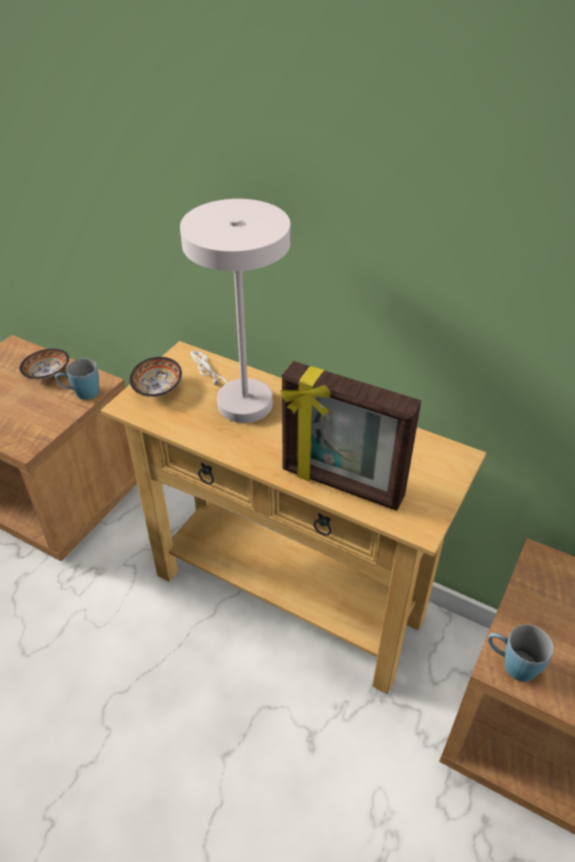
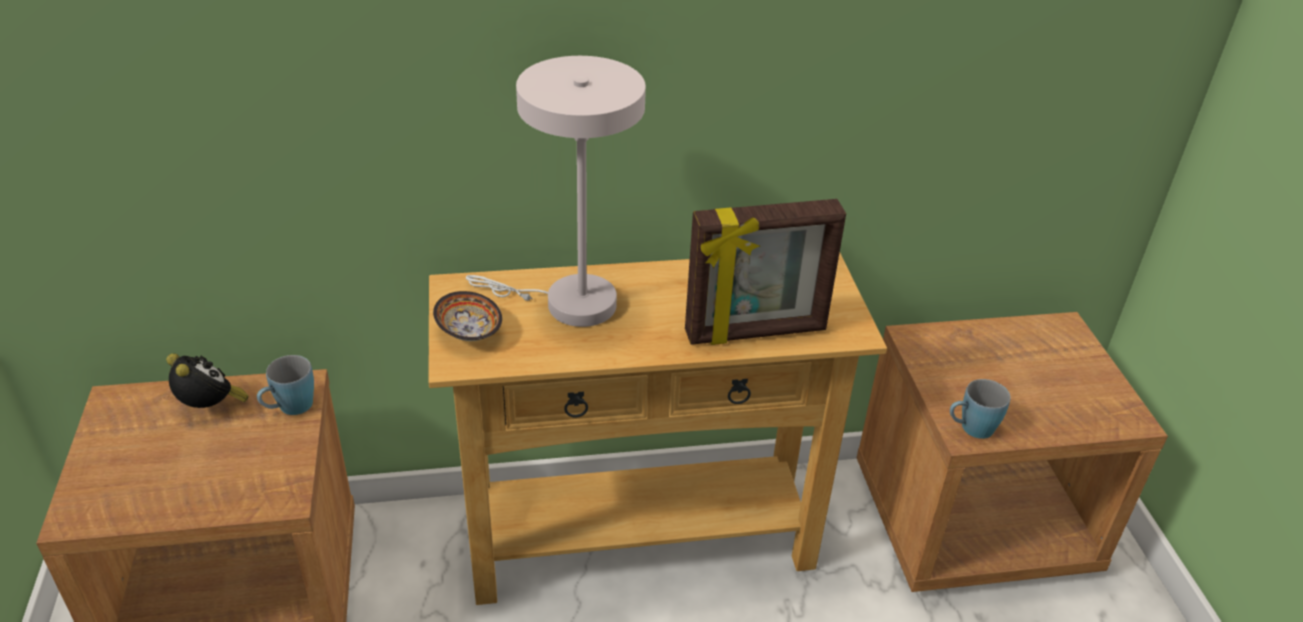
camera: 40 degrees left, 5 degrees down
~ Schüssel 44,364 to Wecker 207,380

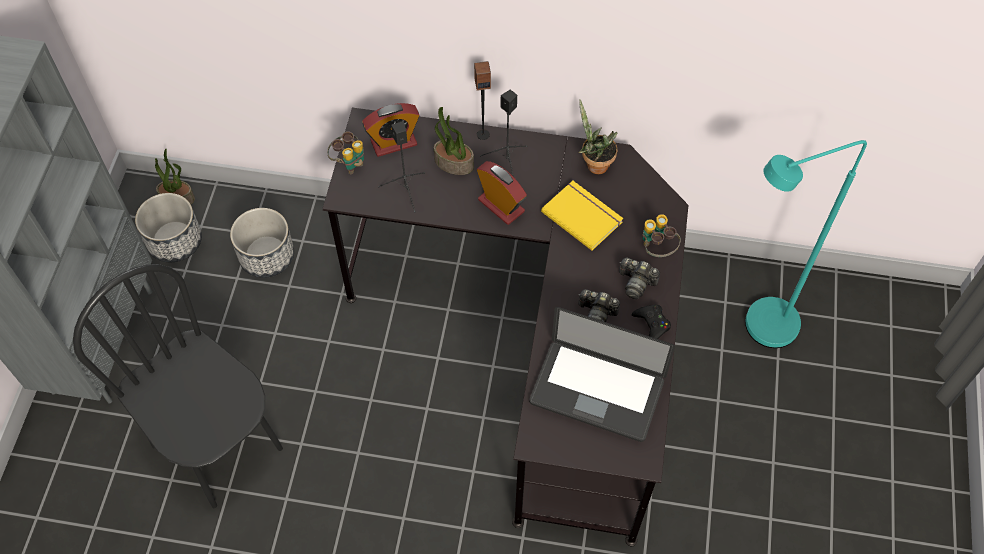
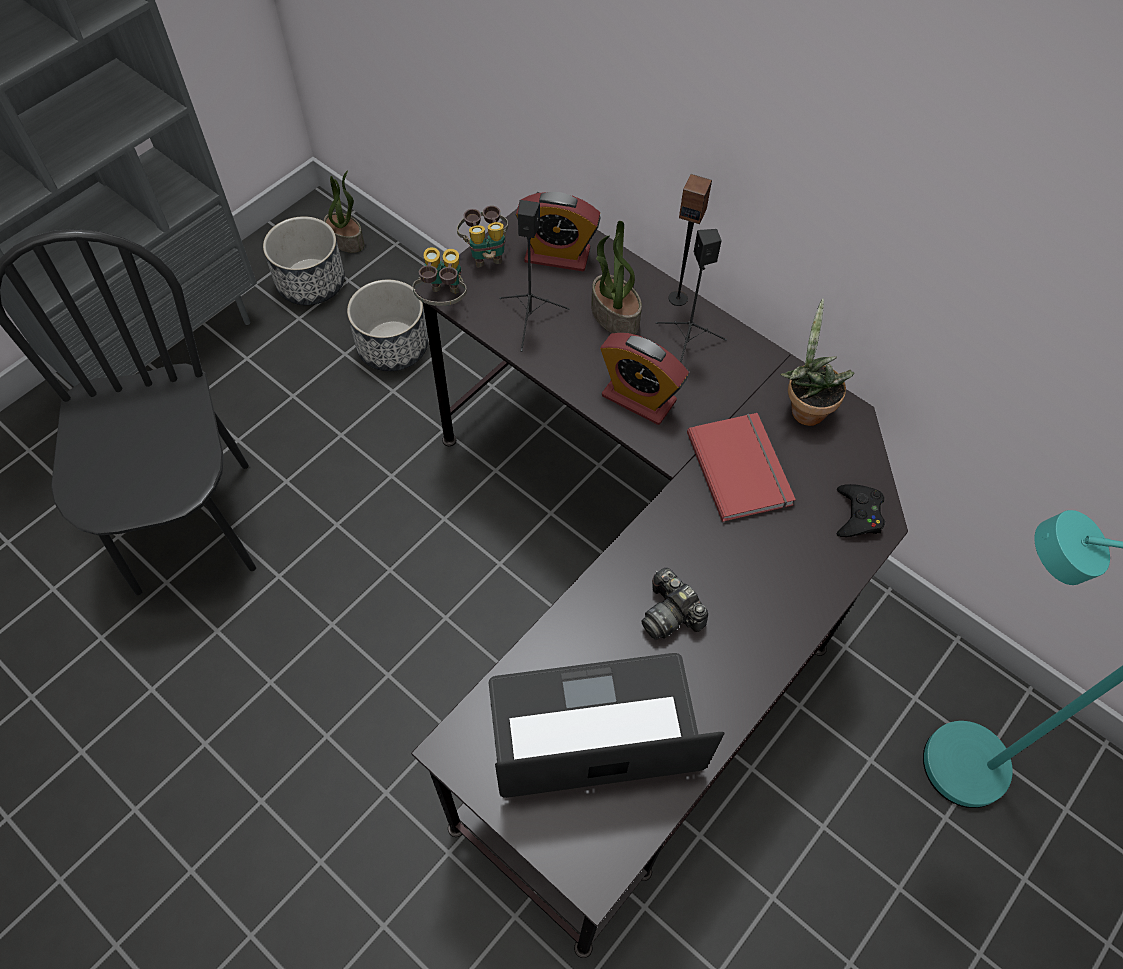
camera: 30 degrees right, 0 degrees up
~ Wecker 502,193 = 644,379 135 degrees clockwise
~ Laptop 602,374 = 606,725 120 degrees clockwise
~ Buch [gelb] 582,216 to Buch [rot] 741,467
- Kamera 639,278
~ Gamepad [schwarz] 651,322 to 861,510
~ Fernglas 662,235 to 439,276

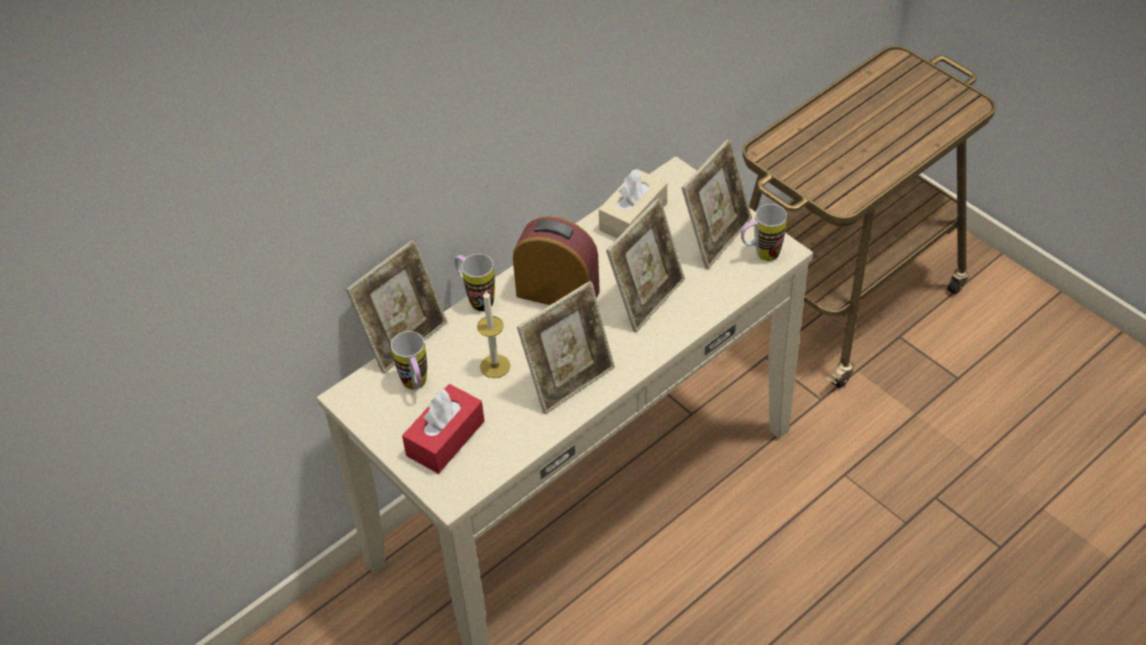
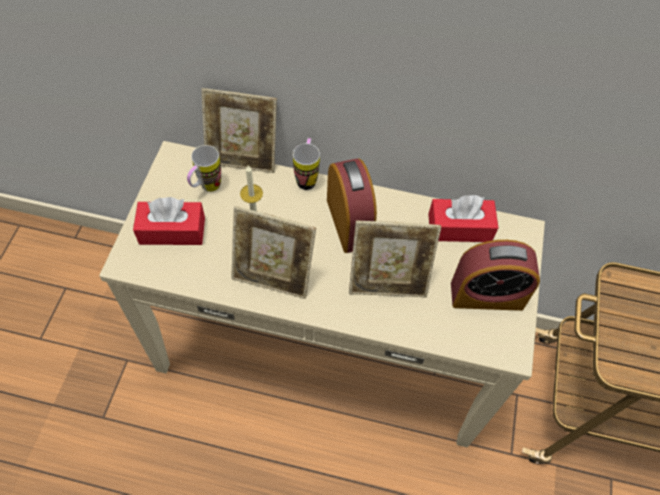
camera: 50 degrees right, 10 degrees up
~ Taschentuchbox [beige] 633,204 to Taschentuchbox [rot] 463,218
~ Bilderrahmen 717,203 to Wecker 495,275
- Henkelbecher 764,232

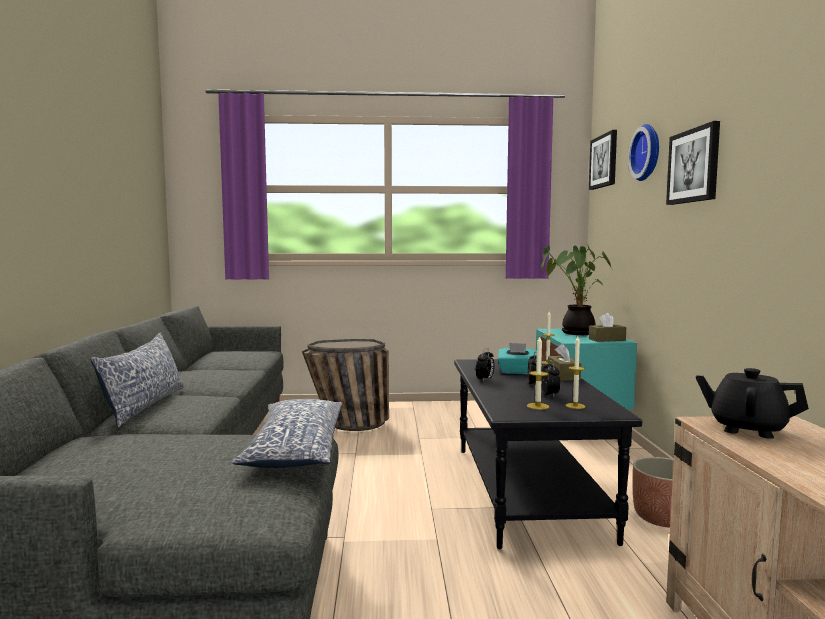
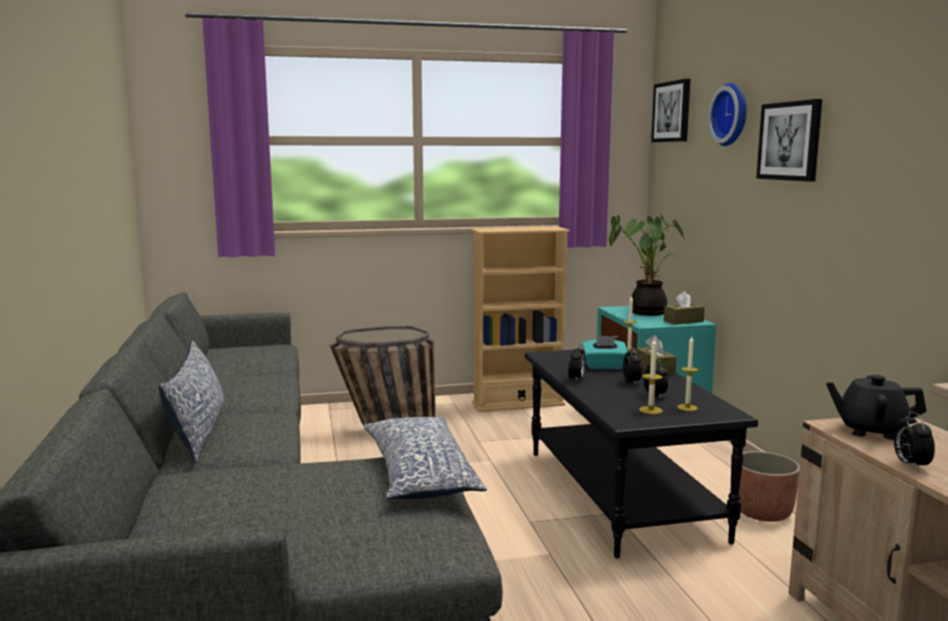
camera: 10 degrees left, 5 degrees up
+ Bücherregal [beige] 521,319
+ Wecker 914,441

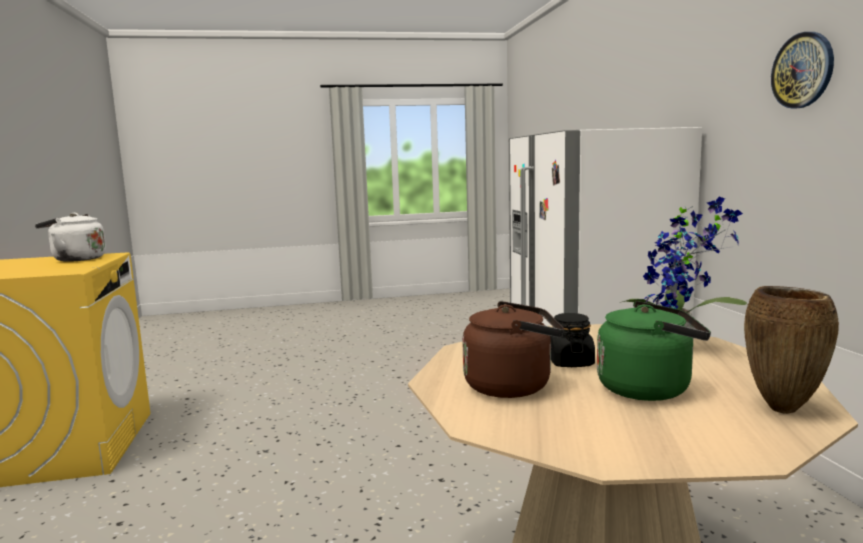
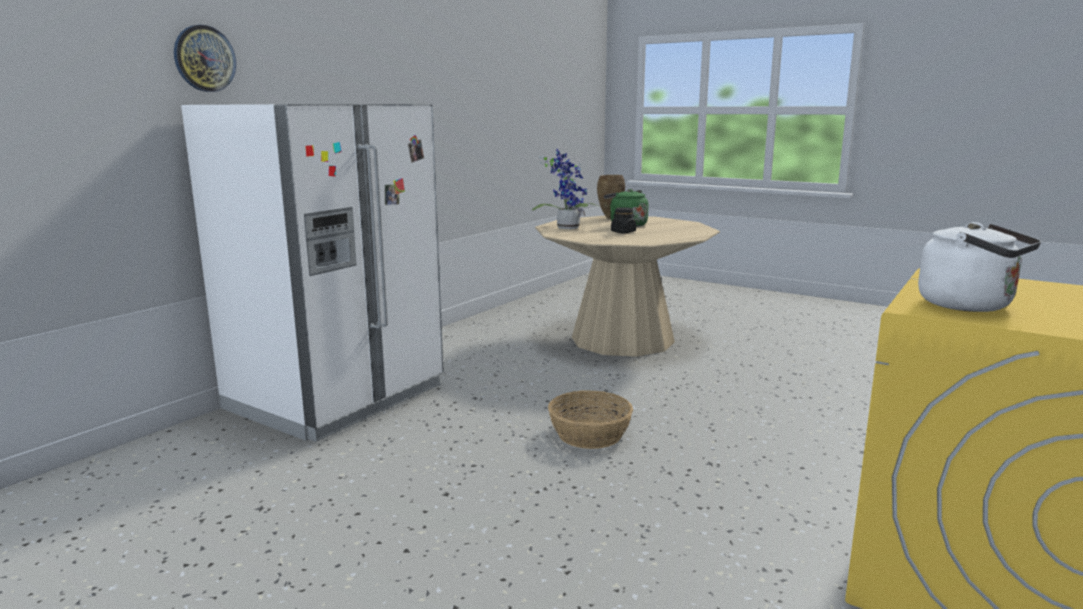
camera: 135 degrees left, 5 degrees up
- Wasserkessel [braun] 513,349
~ Wanduhr 802,70 to 205,58
+ Korb 590,420

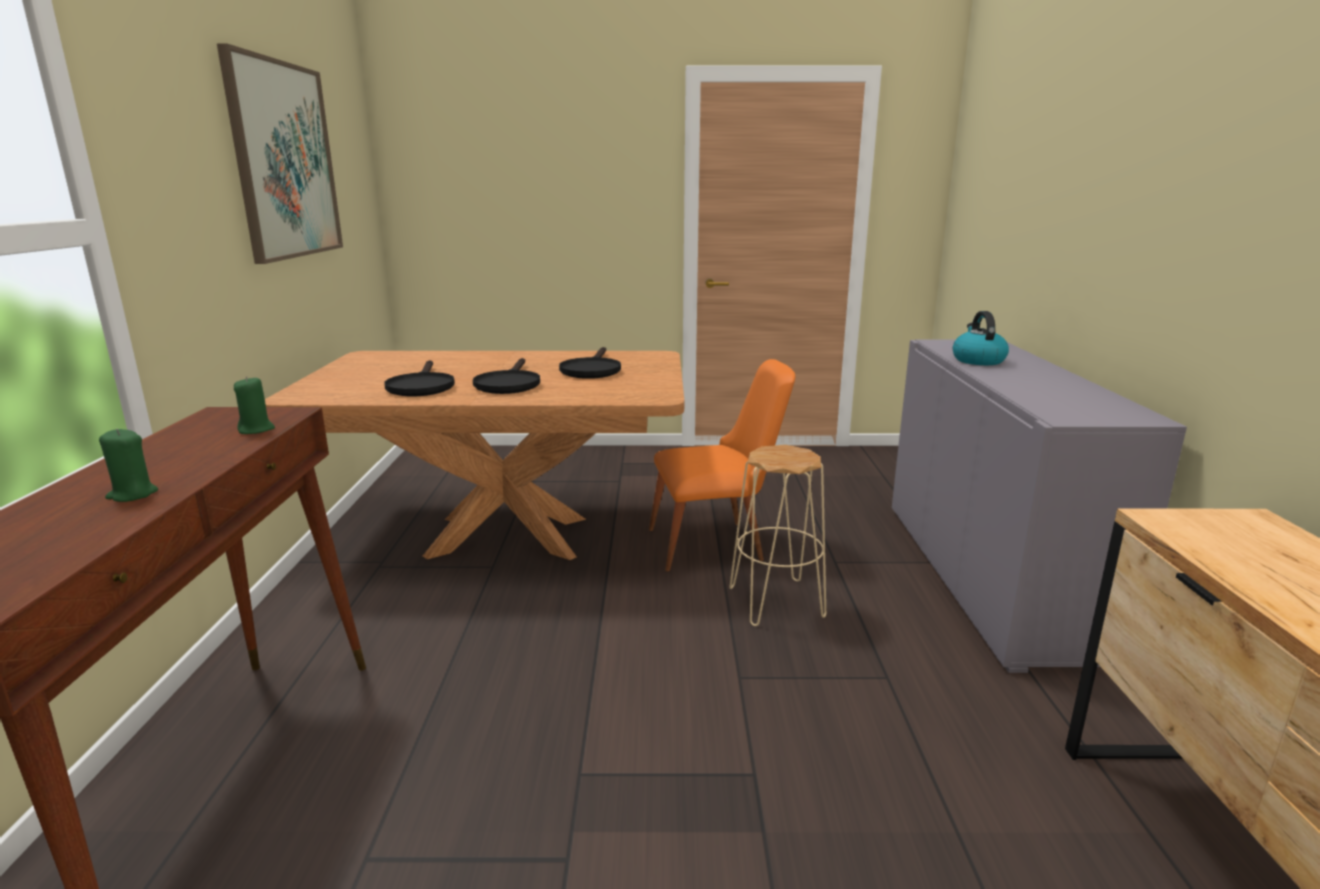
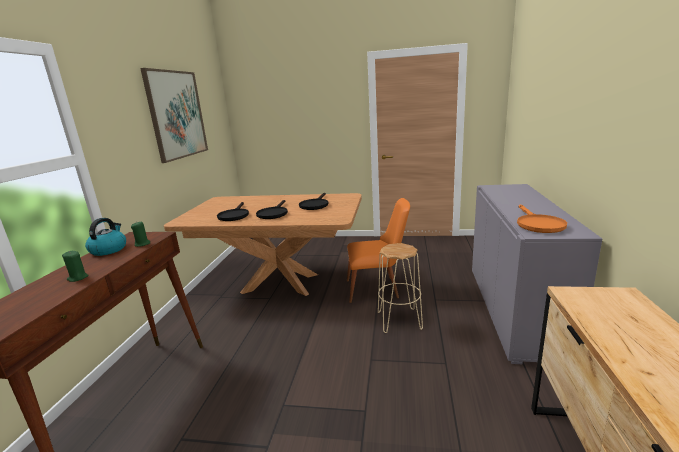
camera: 10 degrees right, 0 degrees up
~ Wasserkessel 981,338 to 105,237
+ Pfanne [orange] 542,219

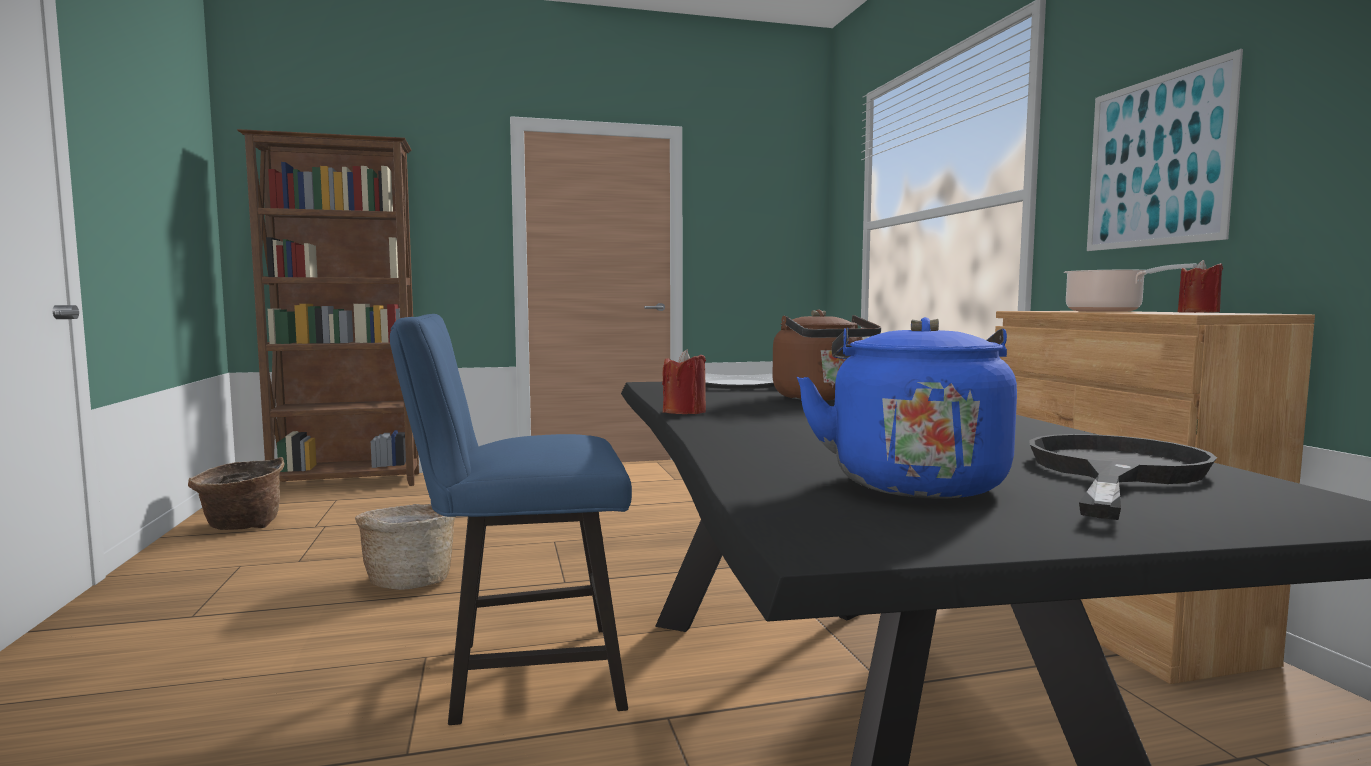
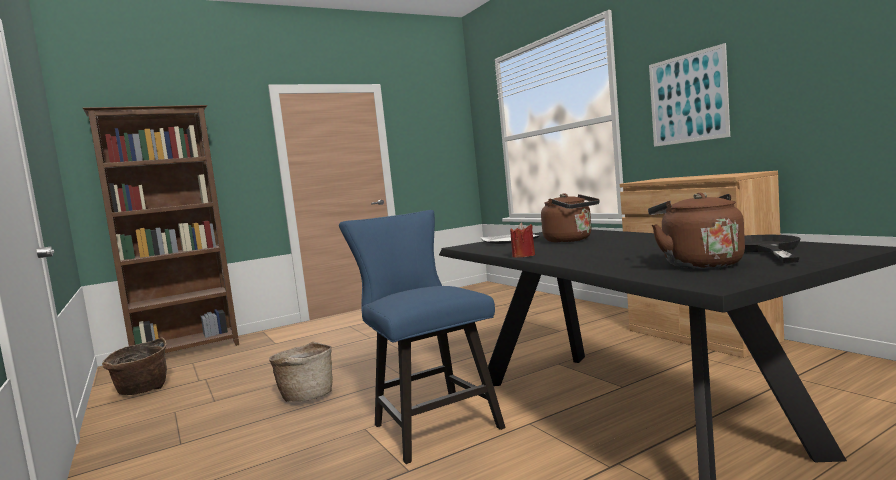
camera: 15 degrees left, 0 degrees up
~ Stuhl [blau] 511,519 = 422,337 90 degrees clockwise
~ Wasserkessel [blau] 907,408 to Wasserkessel [braun] 696,231
- Kochtopf 1130,288
- Kerze [rot] 1200,286

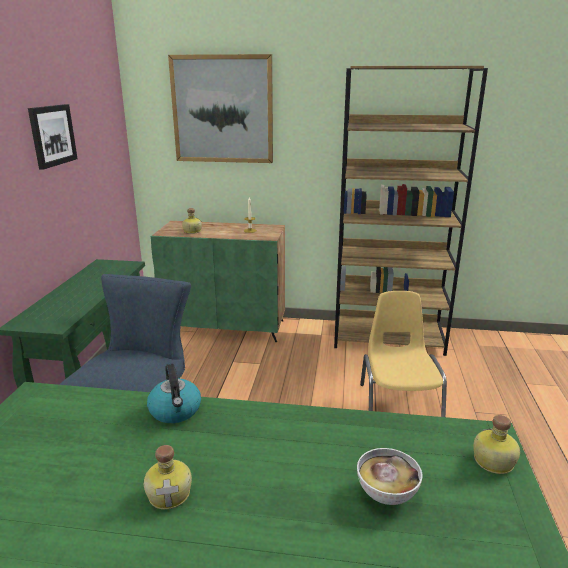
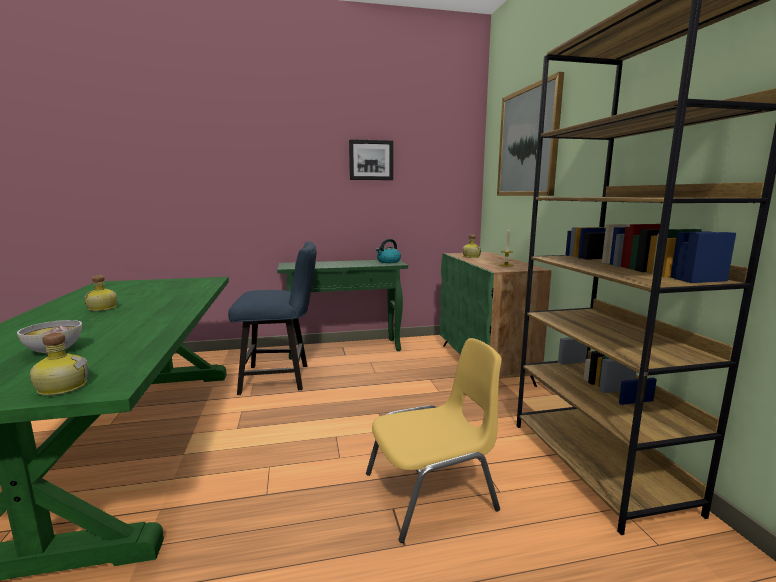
camera: 70 degrees right, 10 degrees down
~ Wasserkessel 174,393 to 388,251

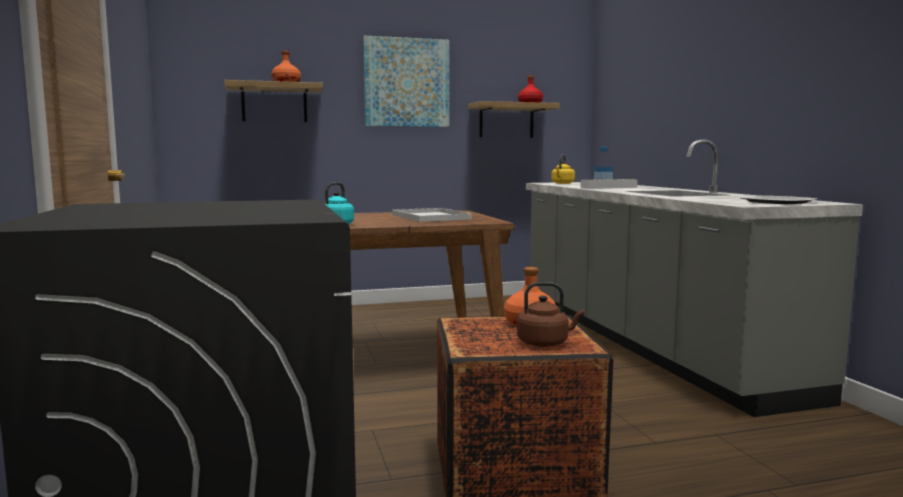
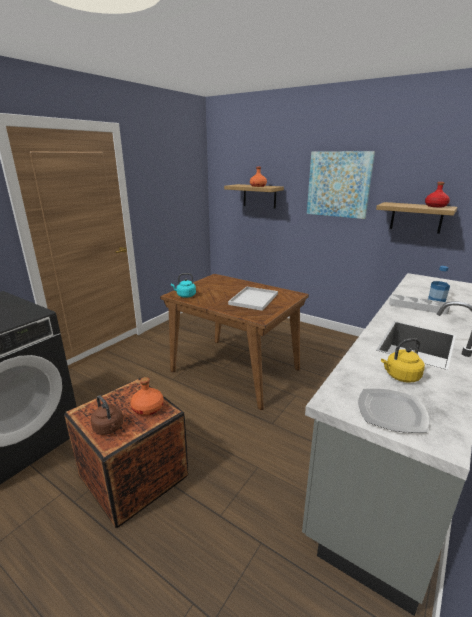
camera: 50 degrees right, 15 degrees up
~ Wasserkessel [gelb] 563,169 to 403,360

